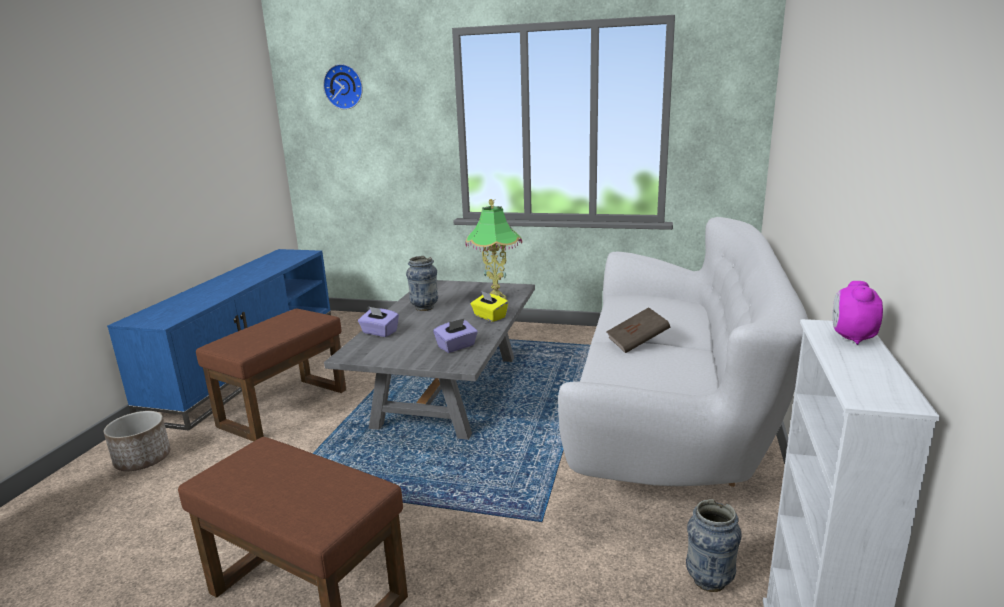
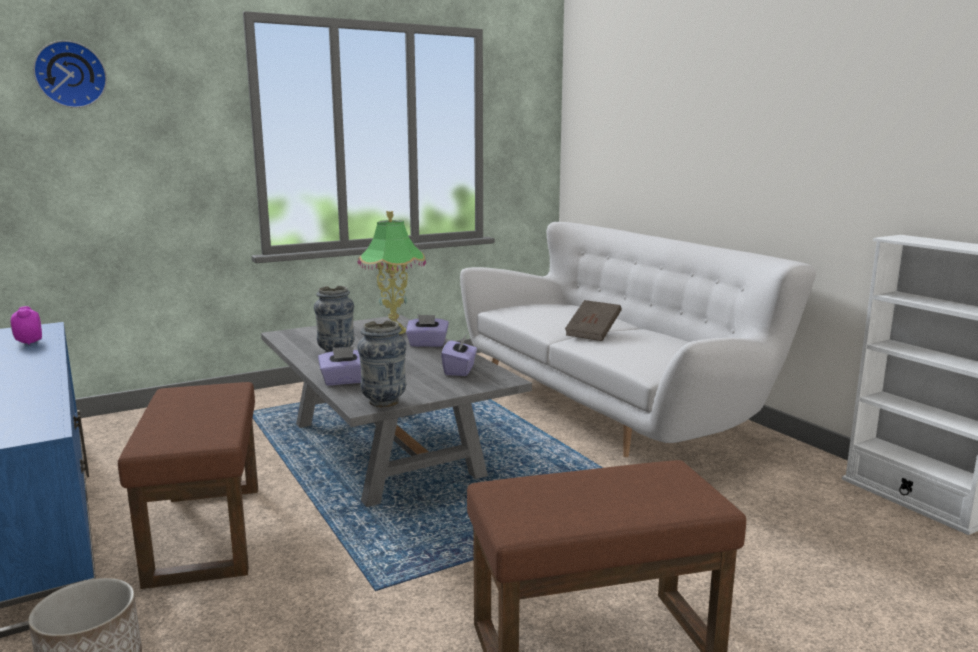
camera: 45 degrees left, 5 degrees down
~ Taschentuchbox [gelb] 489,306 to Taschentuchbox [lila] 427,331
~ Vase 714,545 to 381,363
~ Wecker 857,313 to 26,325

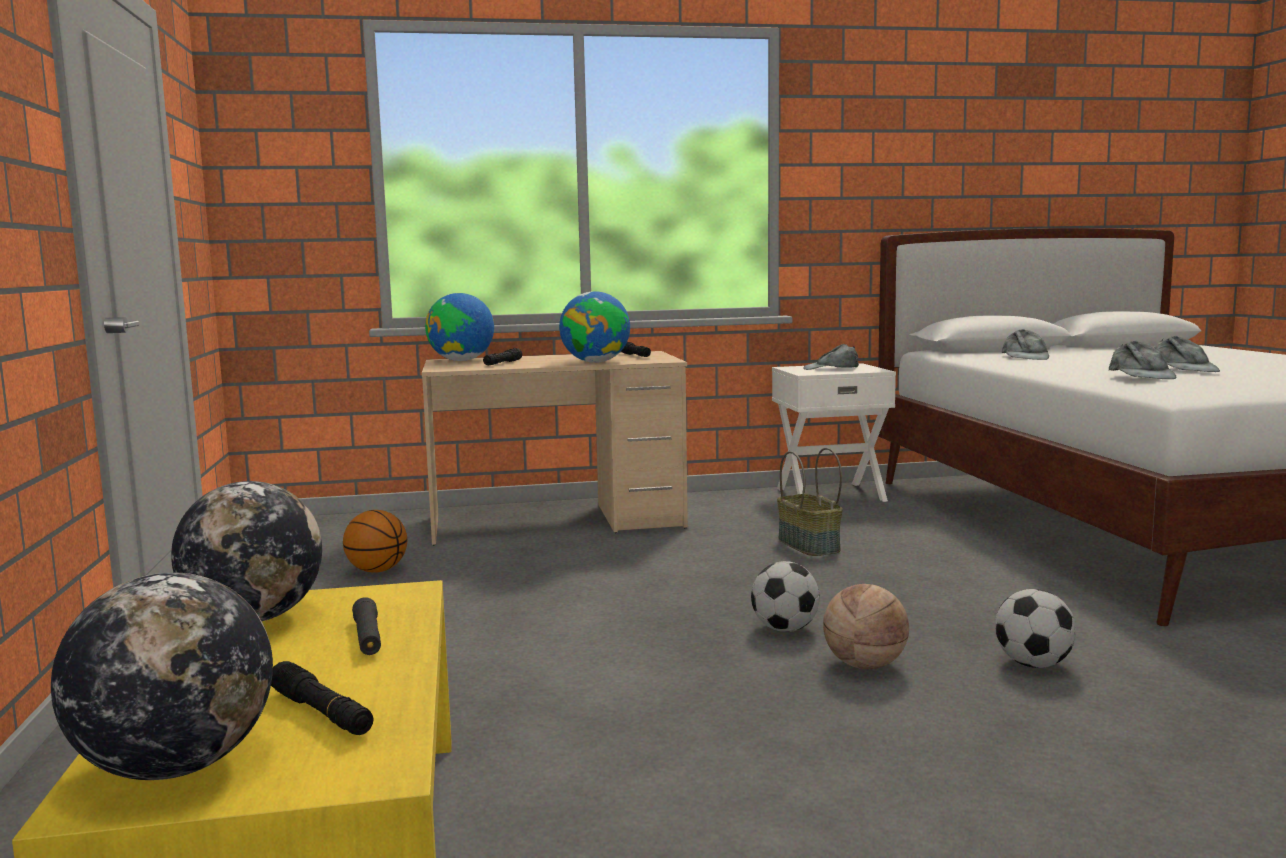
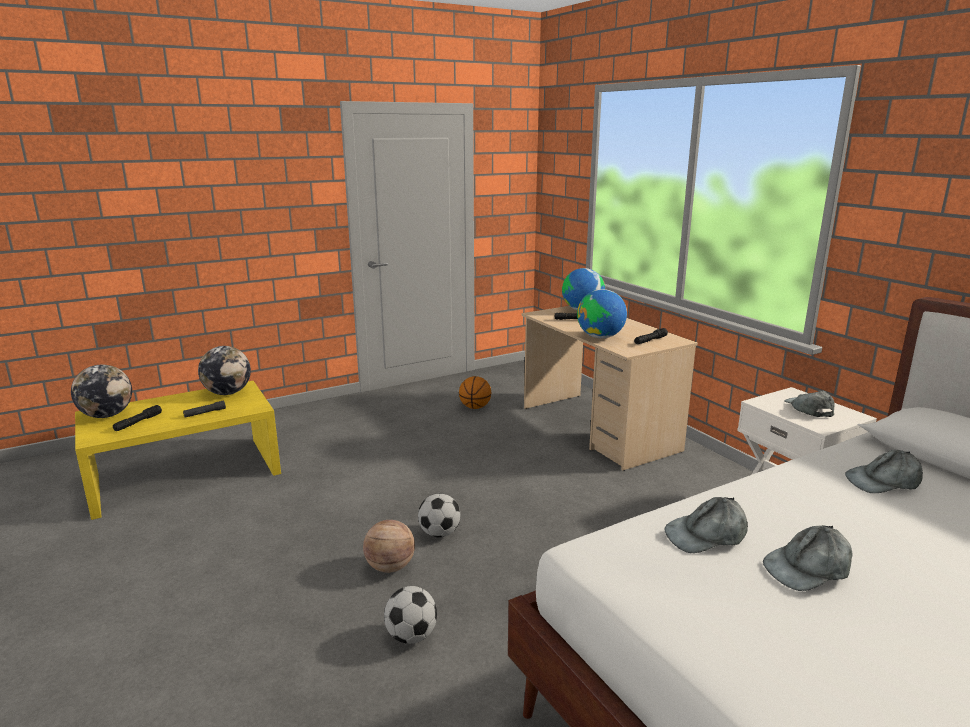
camera: 70 degrees right, 10 degrees up
- Korb 810,502

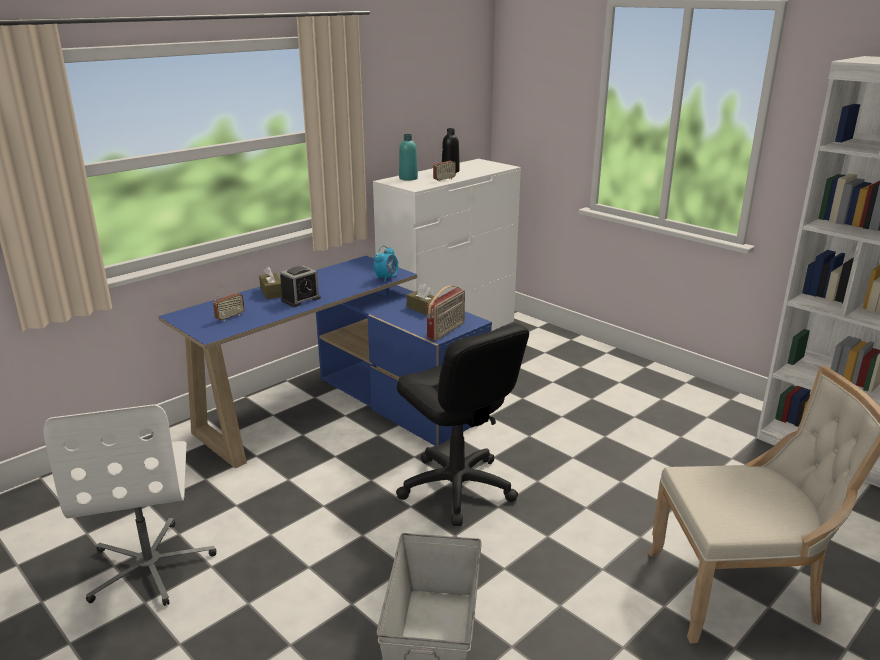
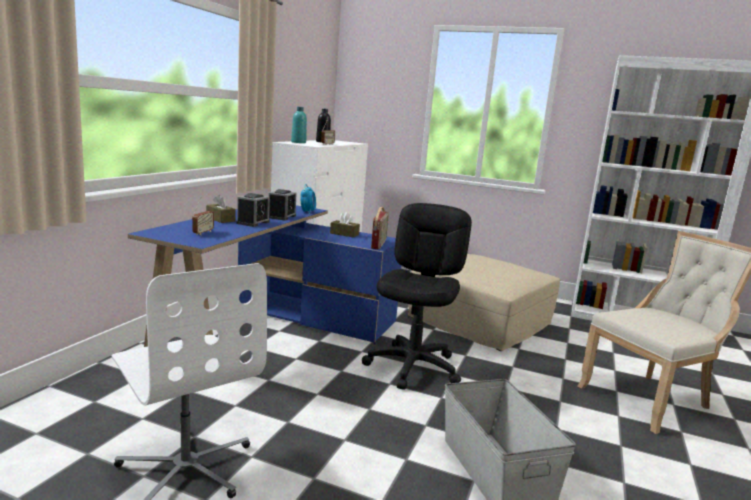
camera: 25 degrees left, 10 degrees down
~ Bürostuhl [schwarz] 462,424 = 417,296 105 degrees counterclockwise
+ Wecker 283,204
+ Polsterhocker [beige] 484,302

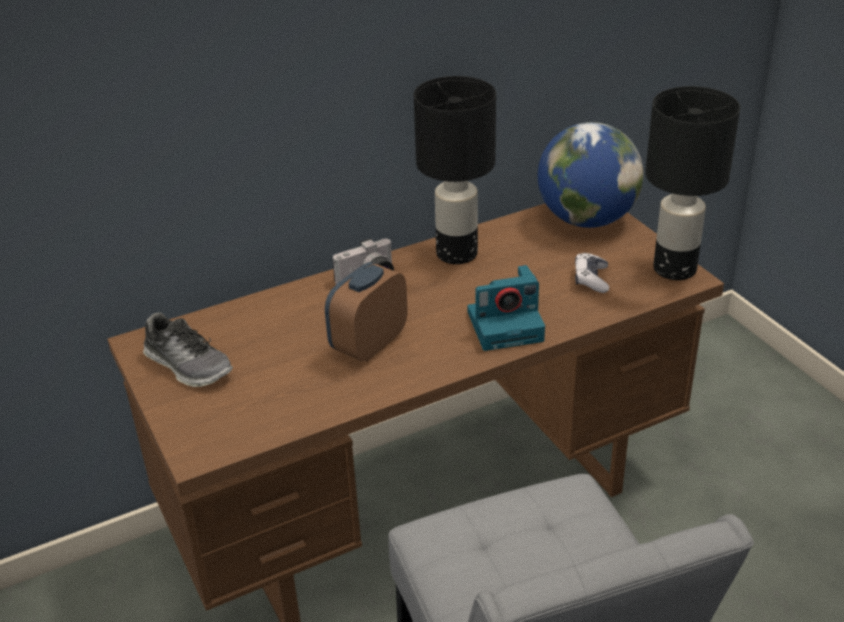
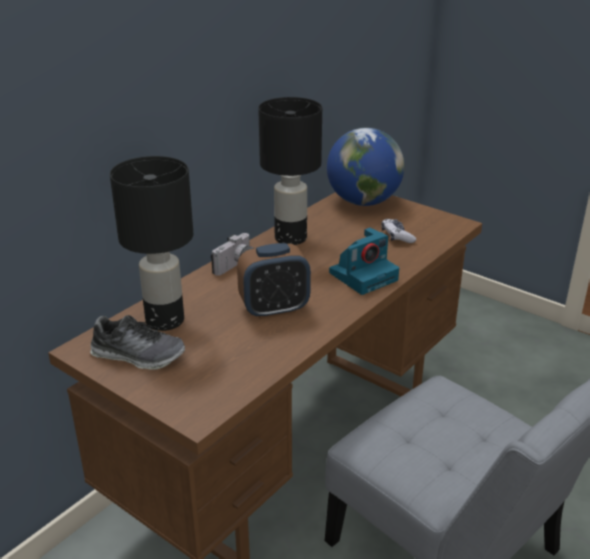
camera: 25 degrees left, 5 degrees down
~ Wecker 366,312 = 274,281 120 degrees counterclockwise
~ Tischlampe [schwarz] 692,183 to 152,243

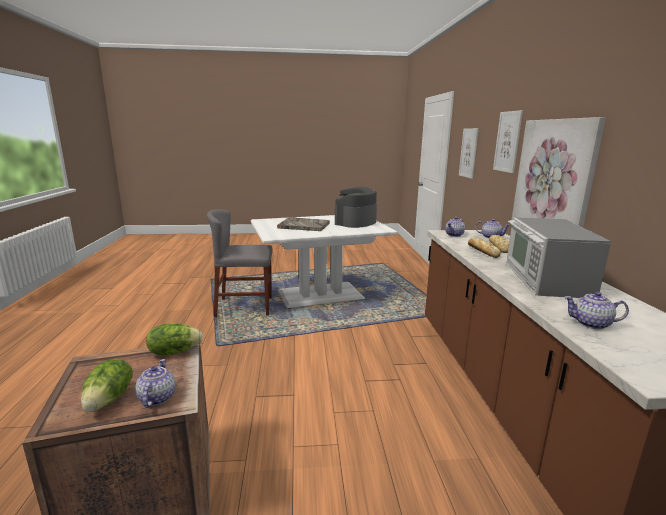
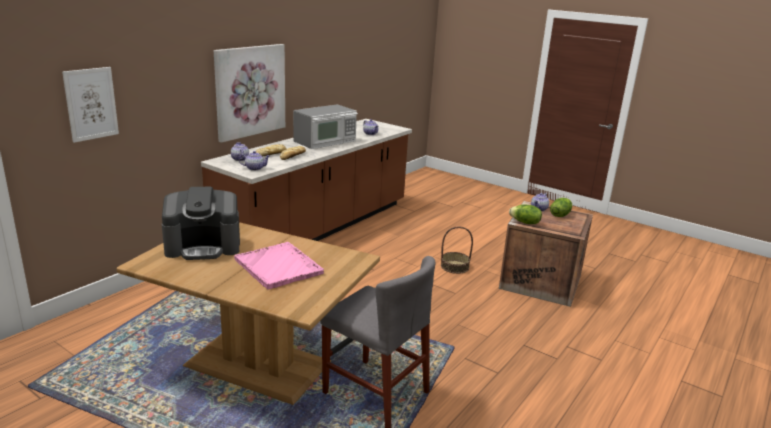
camera: 140 degrees left, 5 degrees up
~ Esstisch [weiß] 324,261 to Esstisch [braun] 248,313
~ Tablett [grau] 303,224 to Tablett [rosa] 279,265
- Bild 508,141
+ Korb 457,250

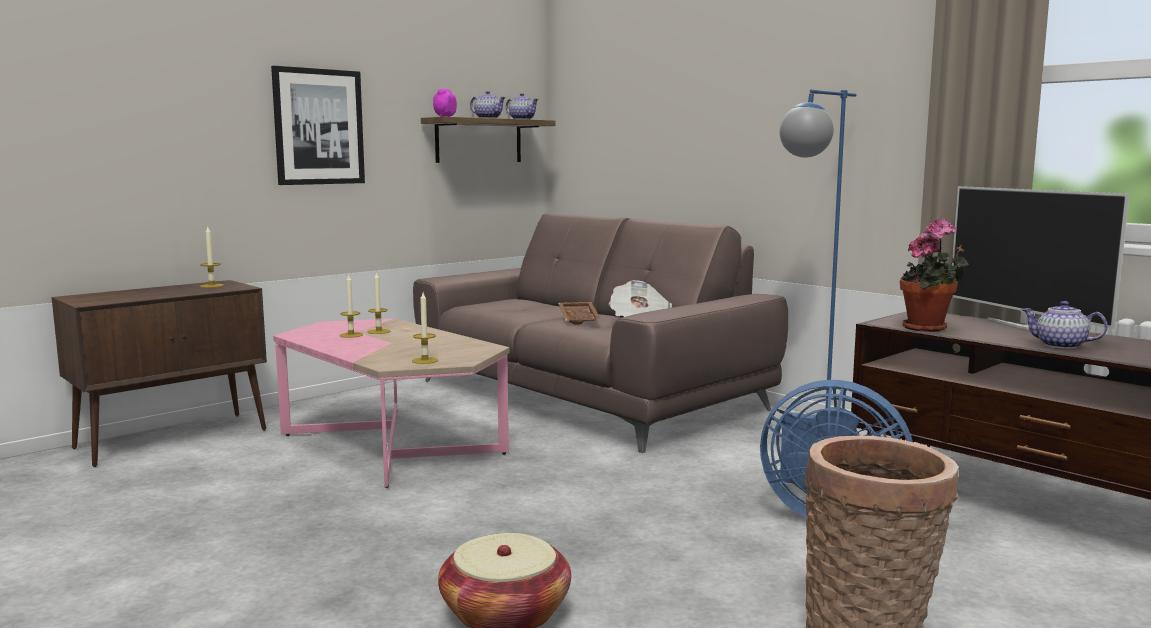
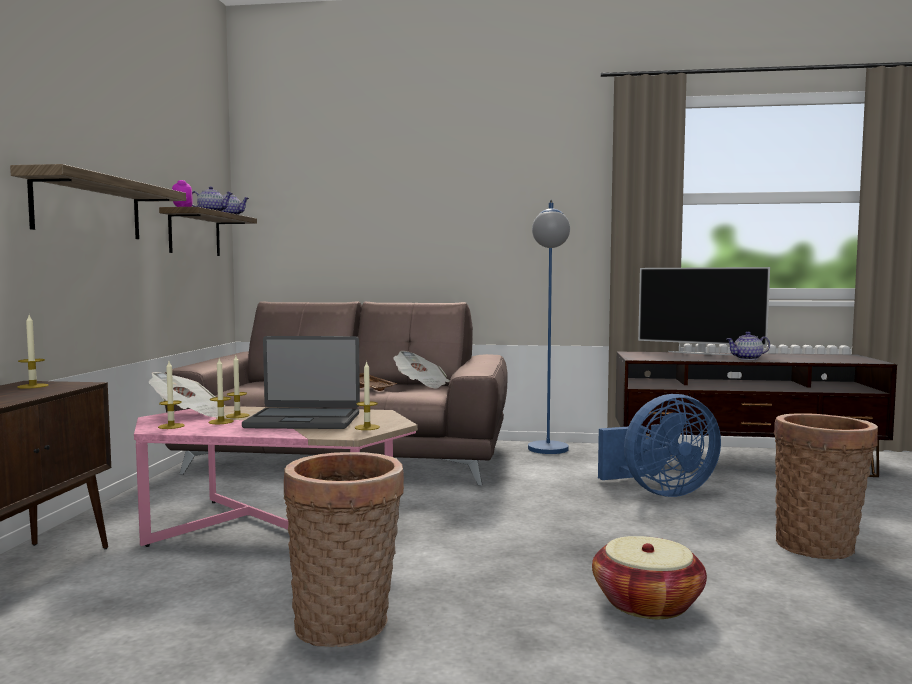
camera: 40 degrees left, 5 degrees down
~ Bild 318,125 to Wandregal 98,201
- Topfpflanze 934,275
+ Zeitung 186,394
+ Kerze 171,395
+ Laptop 301,382
+ Korb 344,549

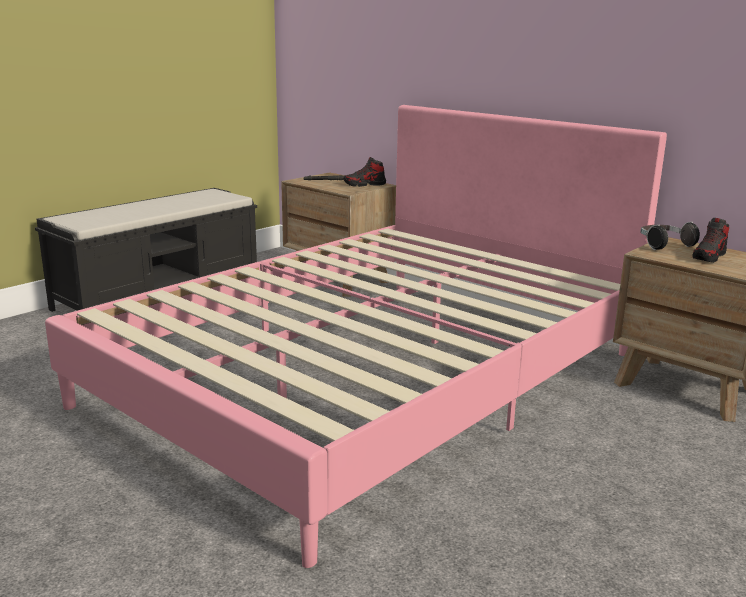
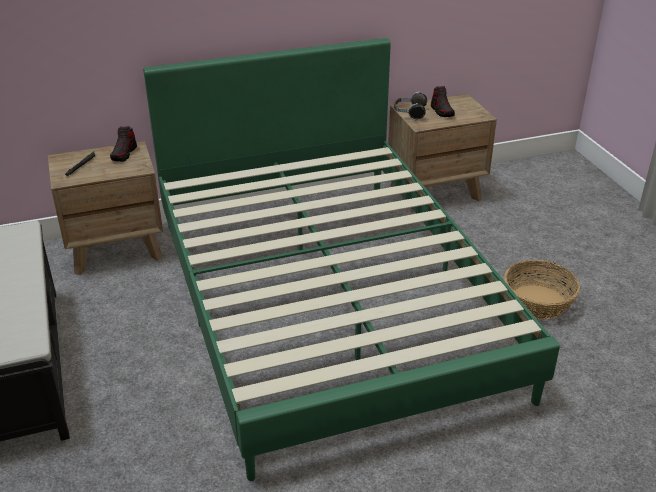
camera: 60 degrees left, 15 degrees up
~ Bett [rosa] 356,336 to Bett [grün] 351,259
+ Korb 542,289

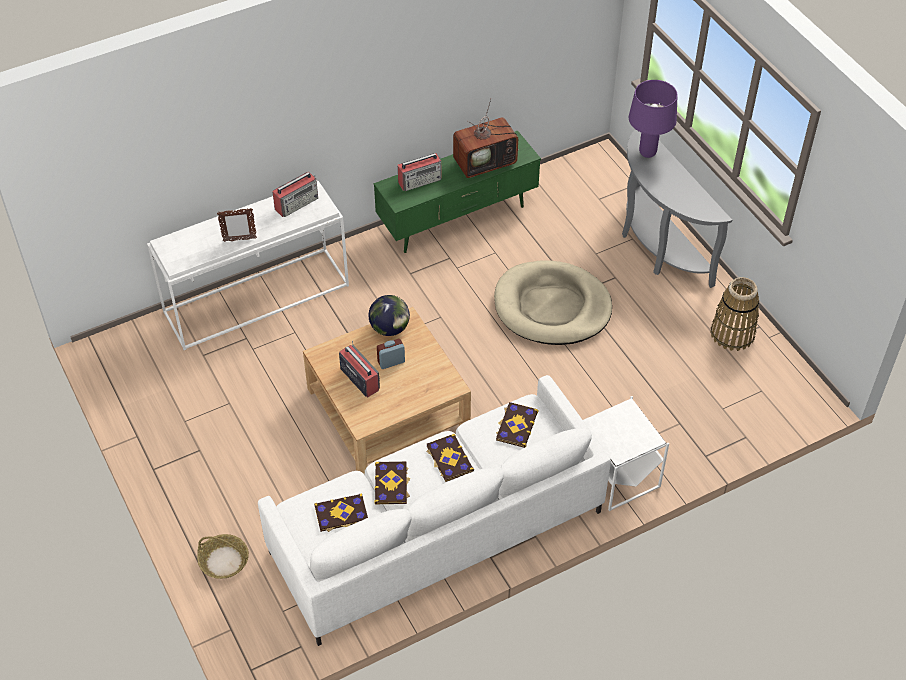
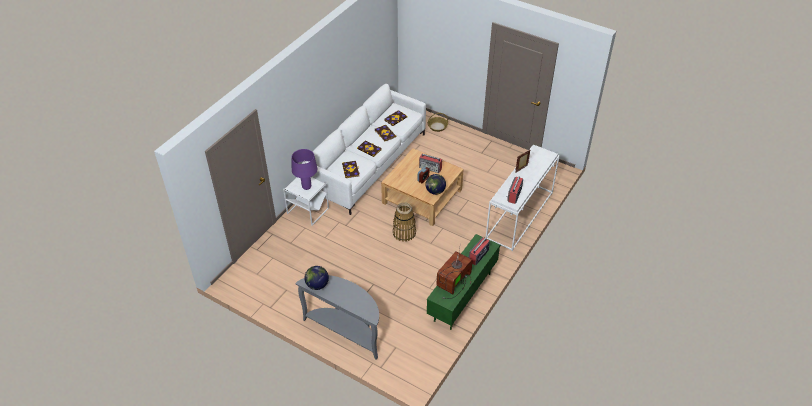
camera: 150 degrees right, 5 degrees down
- Hundebett [beige] 553,302
~ Tischlampe [lila] 653,119 to 304,169
~ Korb 735,314 to 404,222
+ Globus 316,278

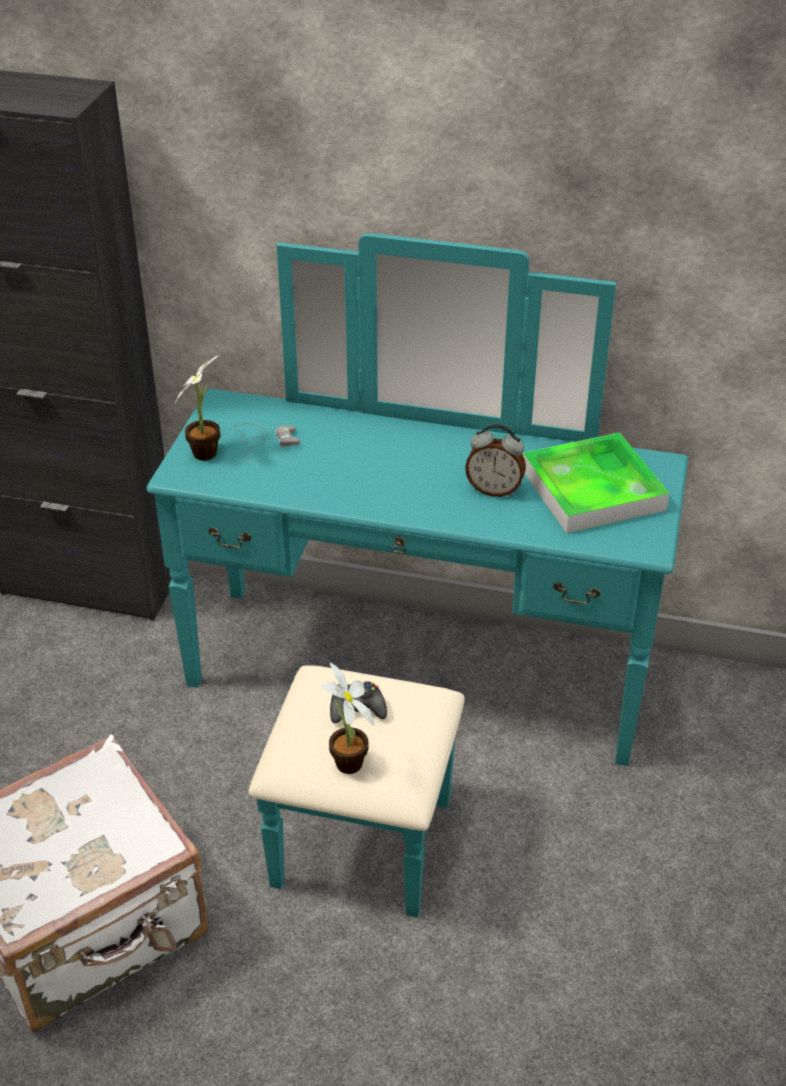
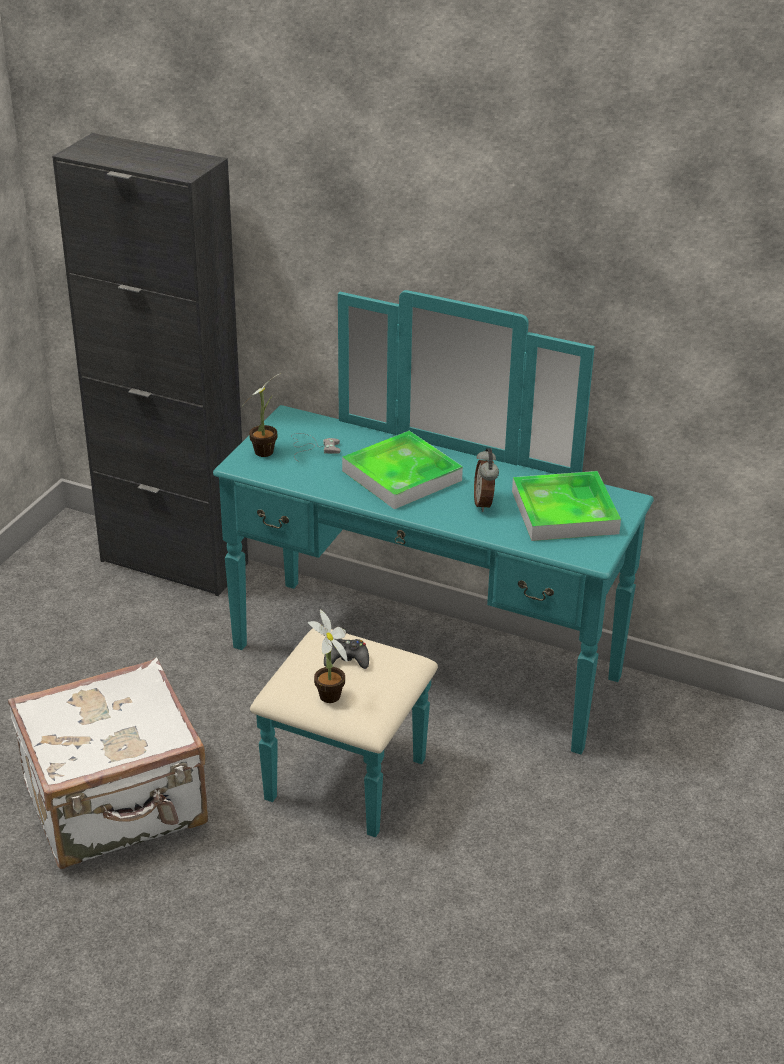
camera: 10 degrees right, 5 degrees down
~ Wecker 495,460 = 486,480 60 degrees clockwise
+ Tablett 402,470

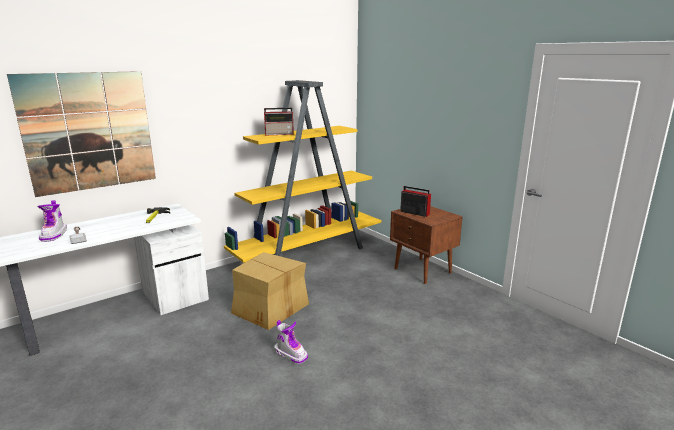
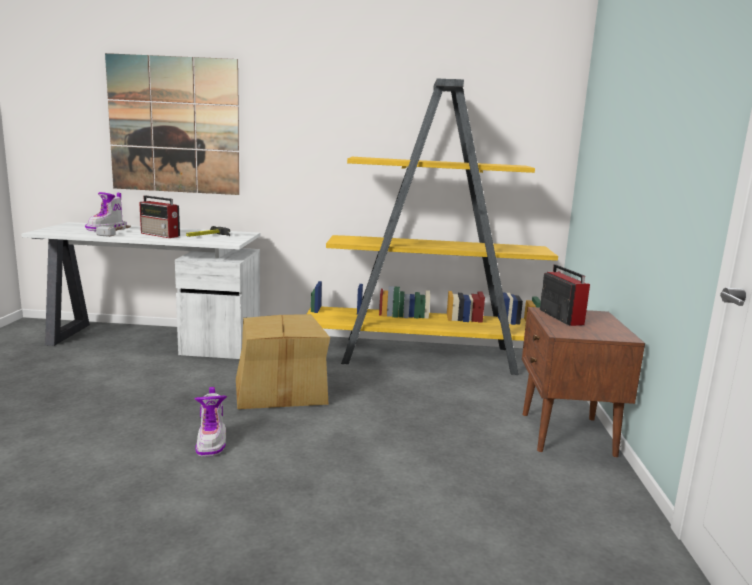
camera: 40 degrees right, 5 degrees down
~ Radio 279,122 to 159,216

